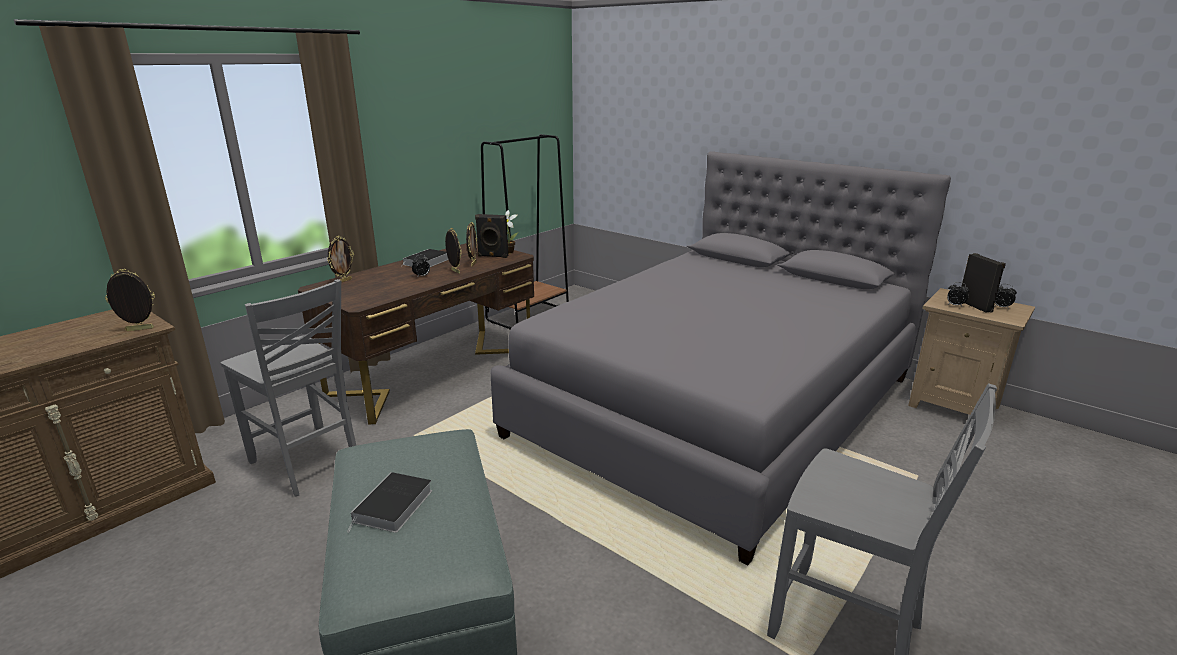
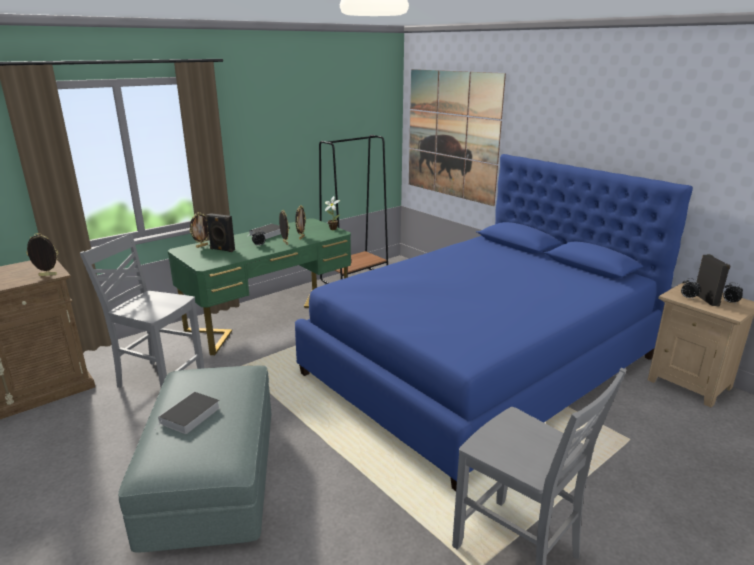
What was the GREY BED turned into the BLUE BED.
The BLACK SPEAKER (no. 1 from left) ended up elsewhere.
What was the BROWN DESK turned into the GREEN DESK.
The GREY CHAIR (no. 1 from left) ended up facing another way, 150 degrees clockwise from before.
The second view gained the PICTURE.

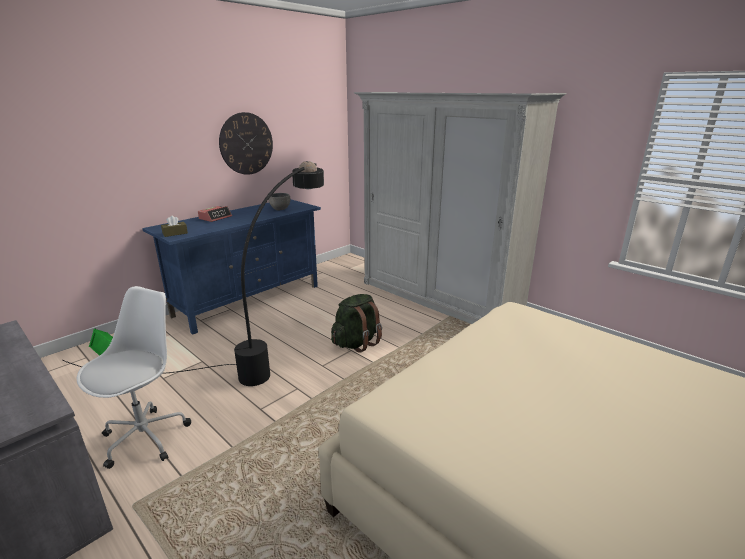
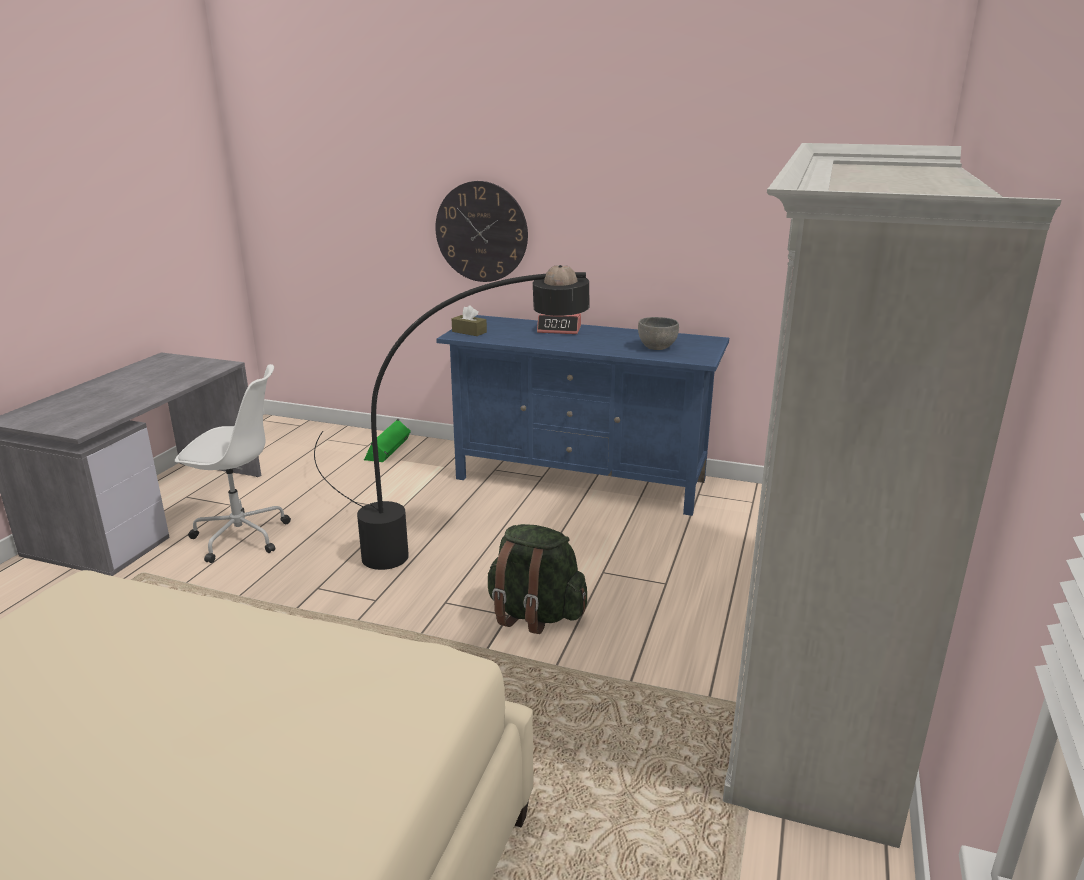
The WALL CLOCK ended up elsewhere.

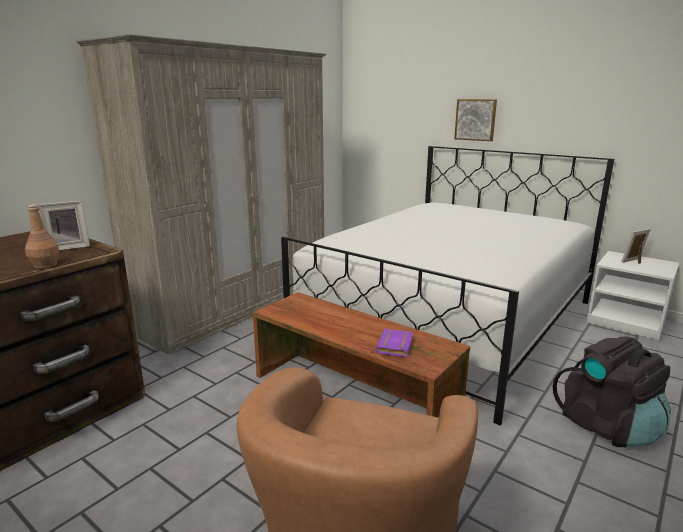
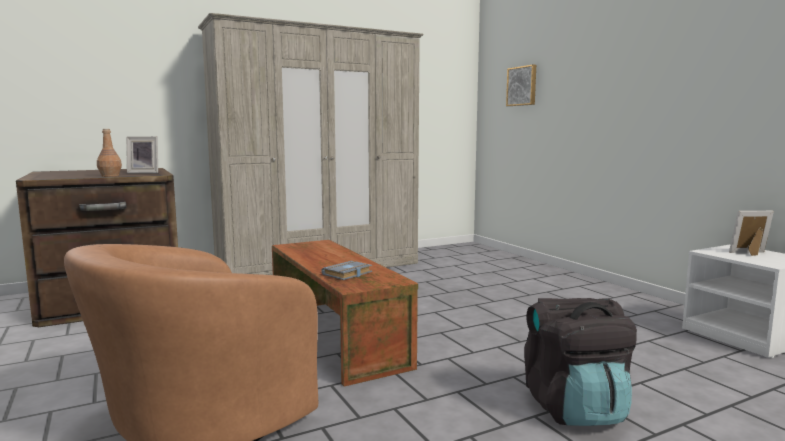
The PICTURE ended up elsewhere.
The second view lost the WHITE BED.
What was the PURPLE BOOK turned into the GREY BOOK.

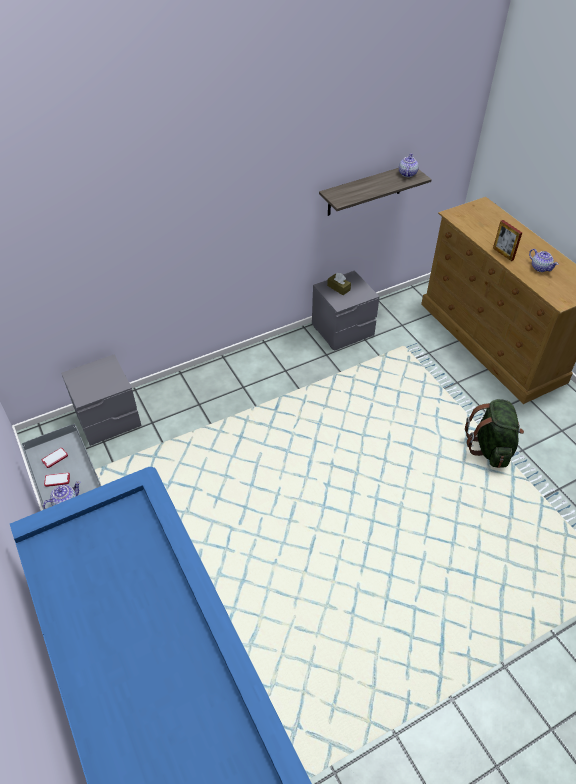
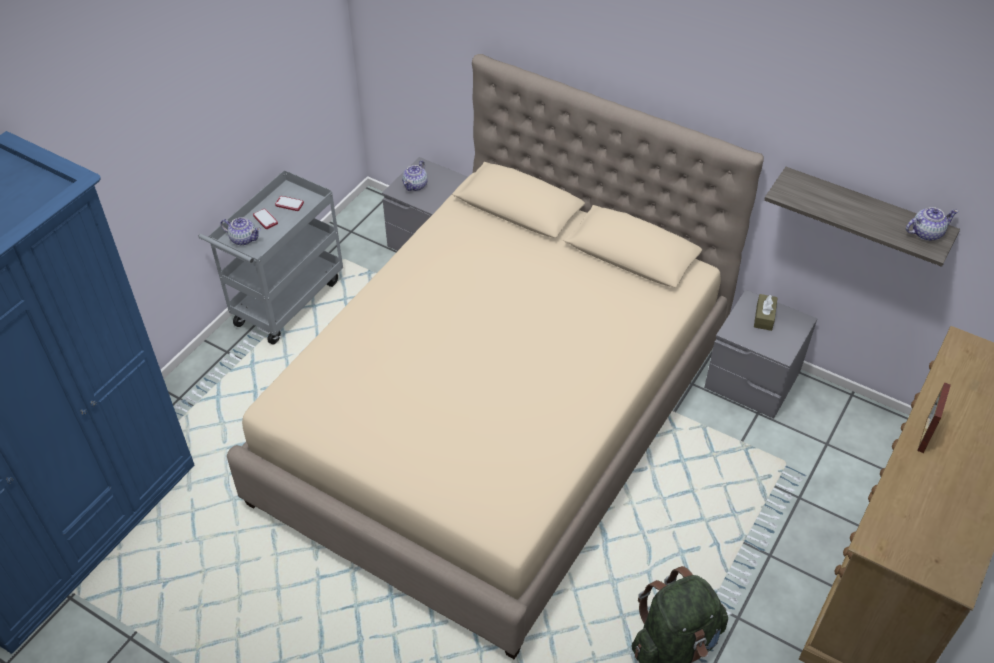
The TEAPOT (no. 3 from left in the first image) ended up elsewhere.
The second view gained the BEIGE BED.

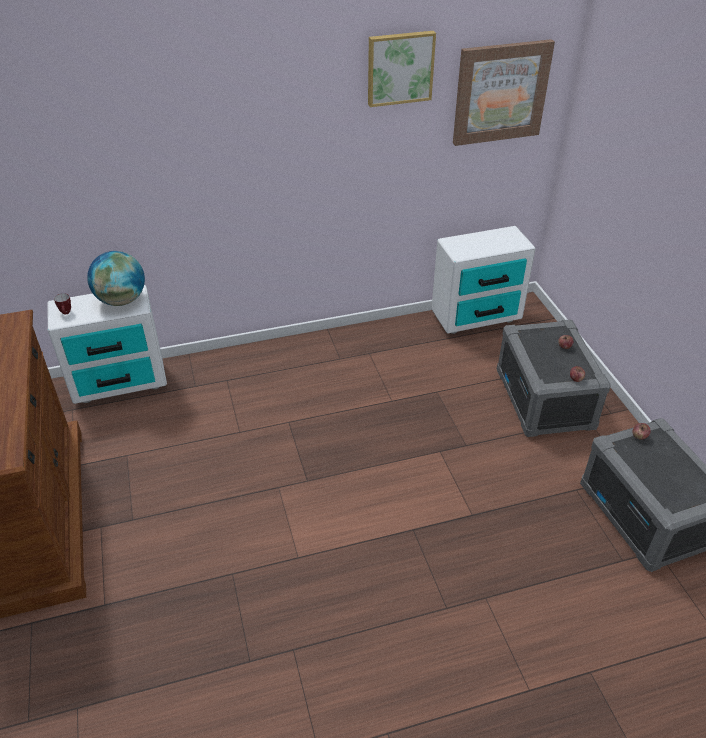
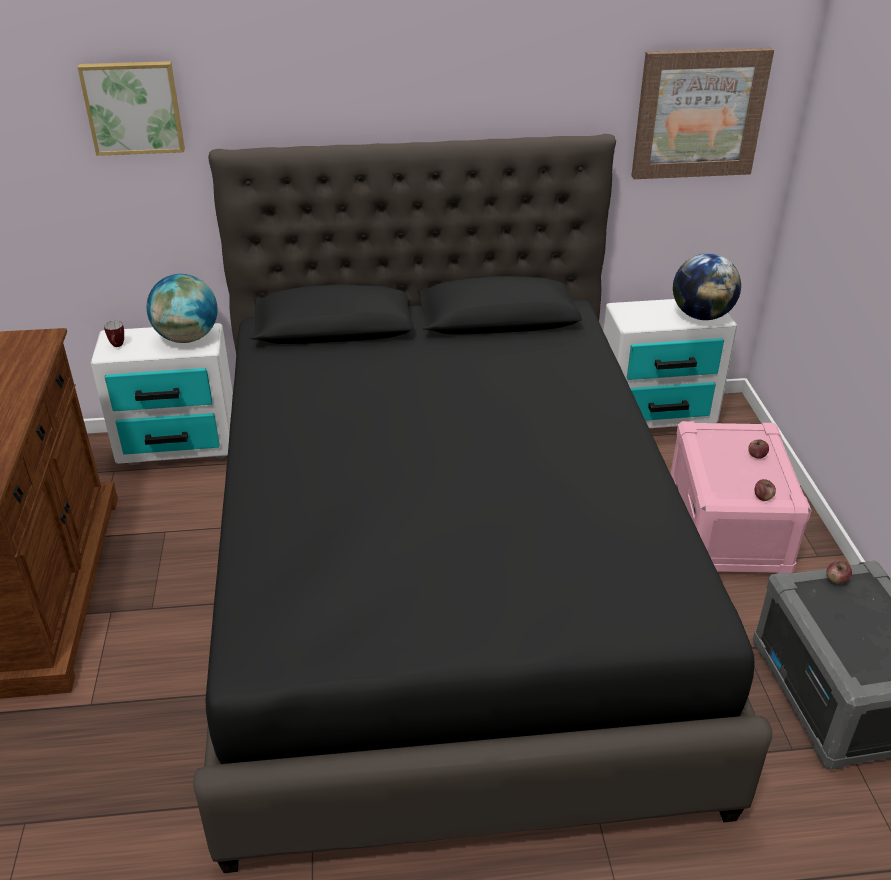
The PICTURE (no. 1 from left) ended up elsewhere.
What was the GREY STORAGE BOX (no. 1 from left) turned into the PINK STORAGE BOX.
The second view gained the BLACK BED.
The second view gained the GLOBE (no. 2 from left).

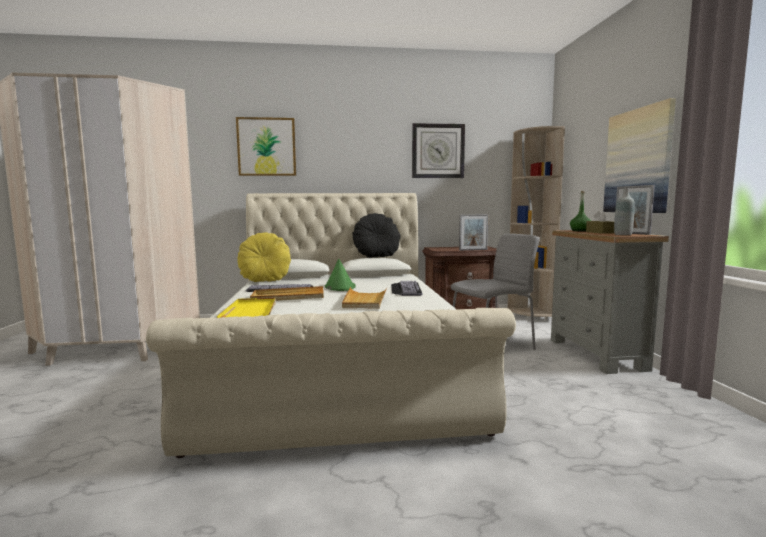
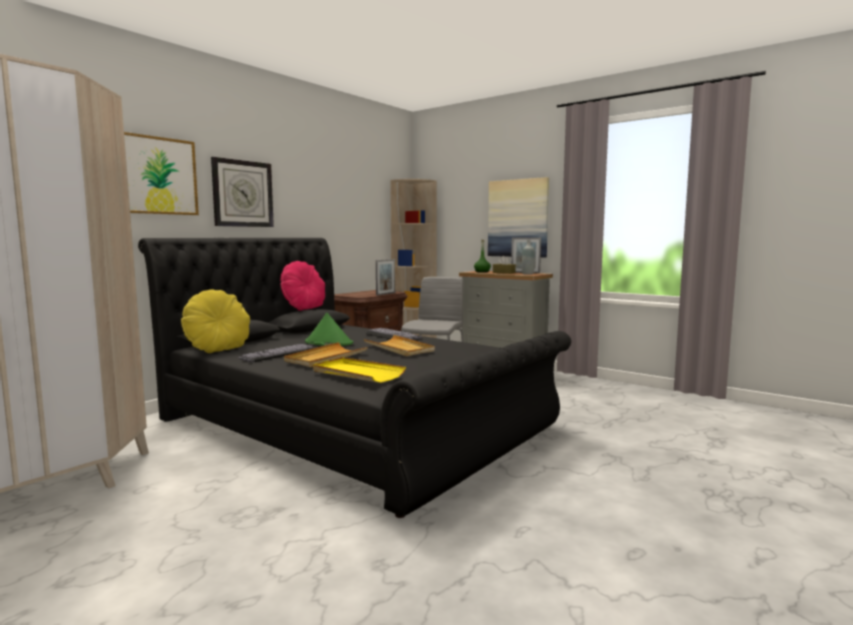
The WALL CLOCK ended up elsewhere.
What was the BEIGE BED turned into the BLACK BED.
What was the BLACK PILLOW turned into the PINK PILLOW.

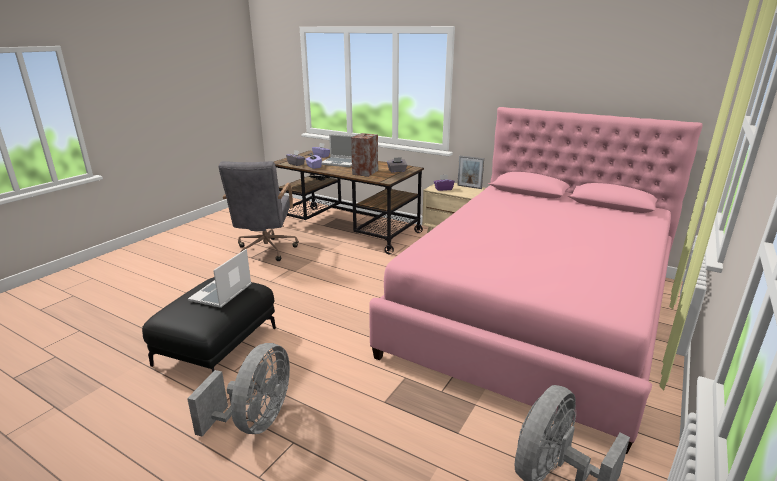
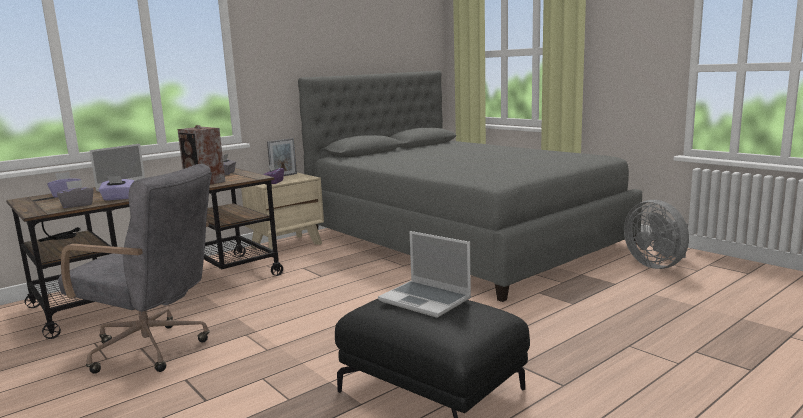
What was the PINK BED turned into the GREY BED.
The second view lost the GREY FAN (no. 1 from left).

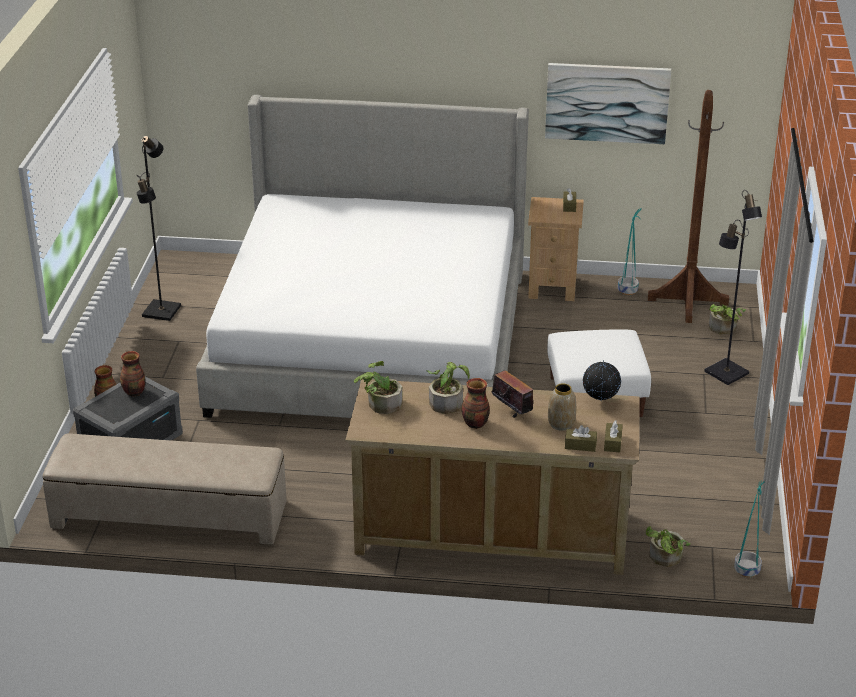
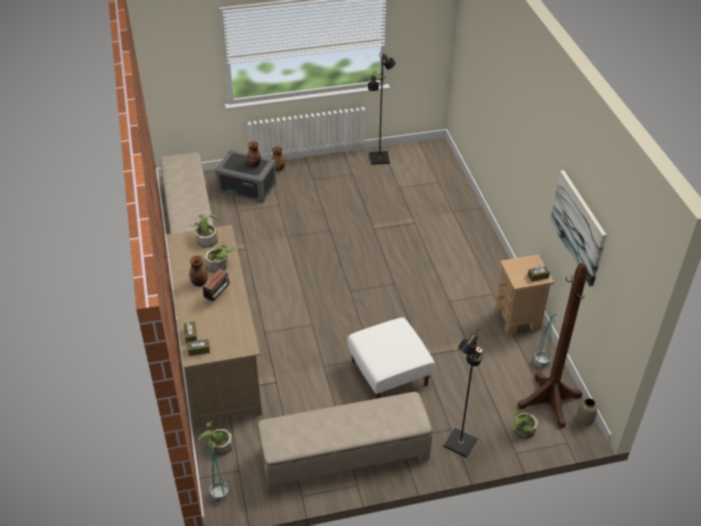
The second view lost the BED.
The second view lost the GLOBE.
The VASE (no. 4 from left) ended up elsewhere.
The second view gained the BEIGE BENCH (no. 2 from left).

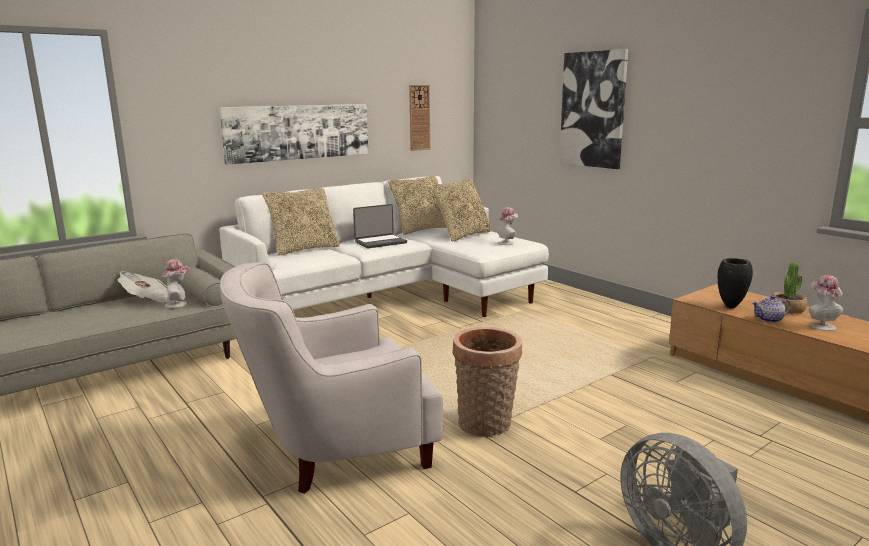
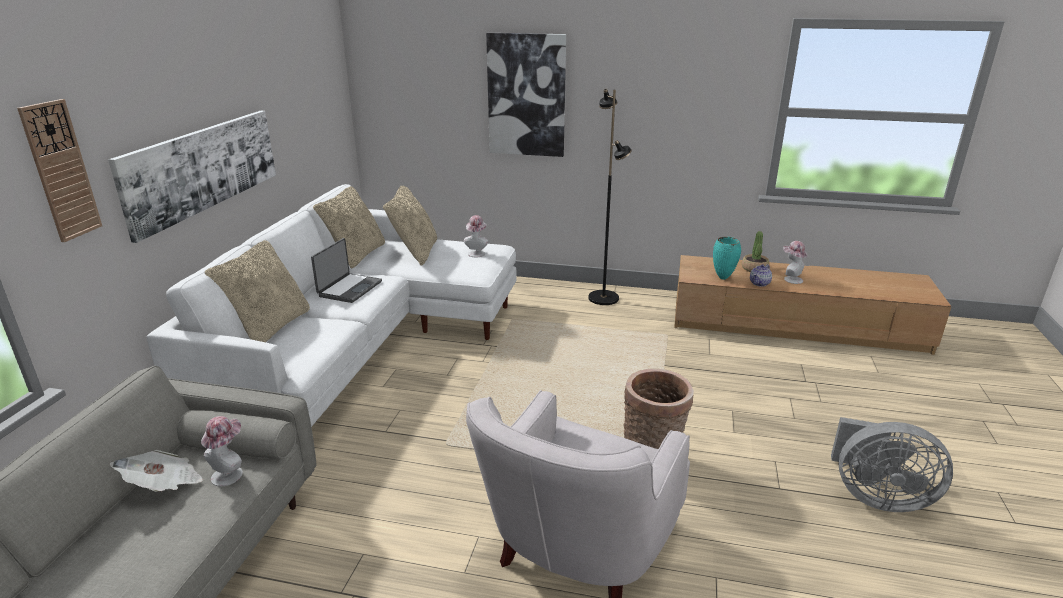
The WALL CLOCK ended up elsewhere.
What was the BLACK VASE turned into the TURQUOISE VASE.
The second view gained the BLACK FLOOR LAMP.

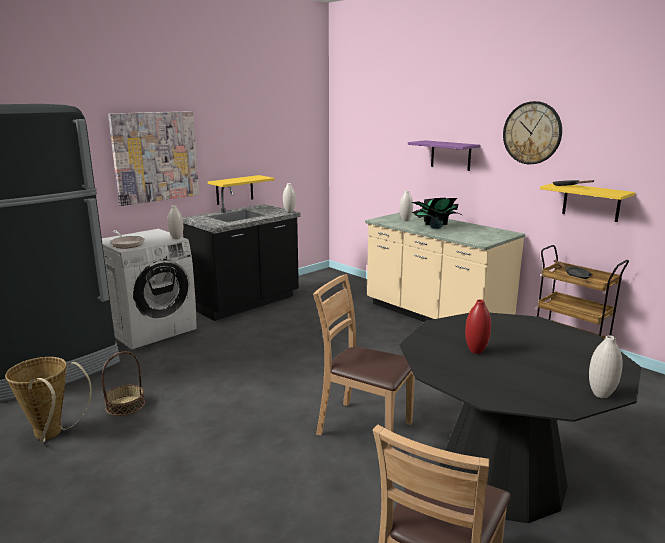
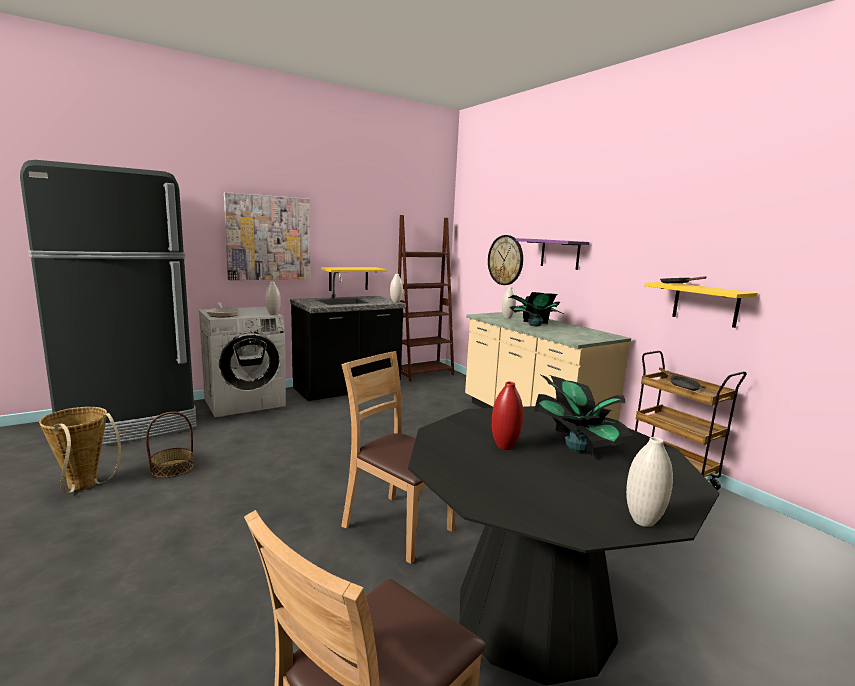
The WALL CLOCK ended up elsewhere.
The second view gained the BROWN BOOKCASE.
The second view gained the POTTED PLANT (no. 2 from left).

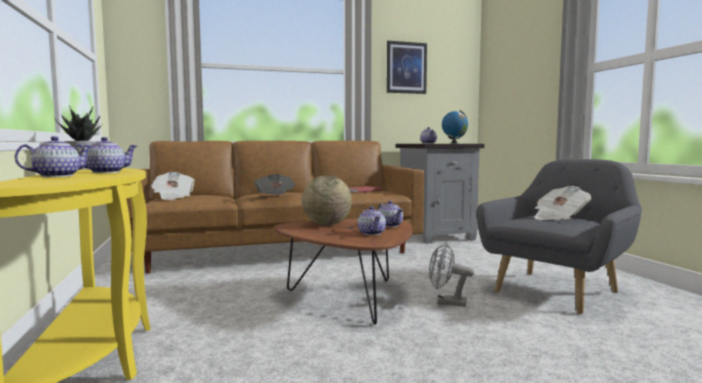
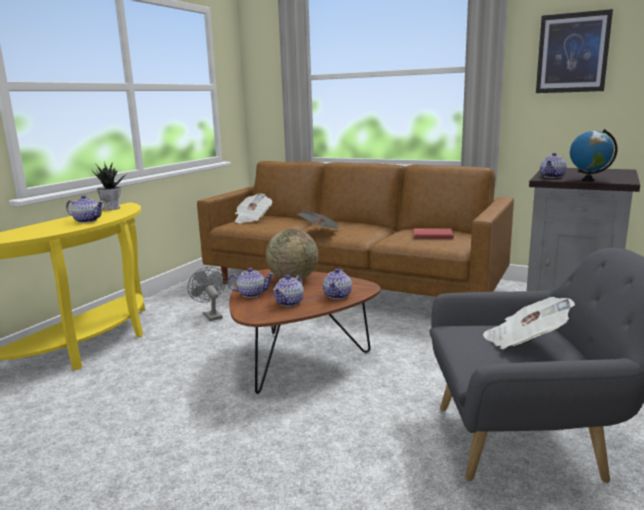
The TEAPOT (no. 1 from left in the first image) ended up elsewhere.
The GREY FAN ended up elsewhere.

